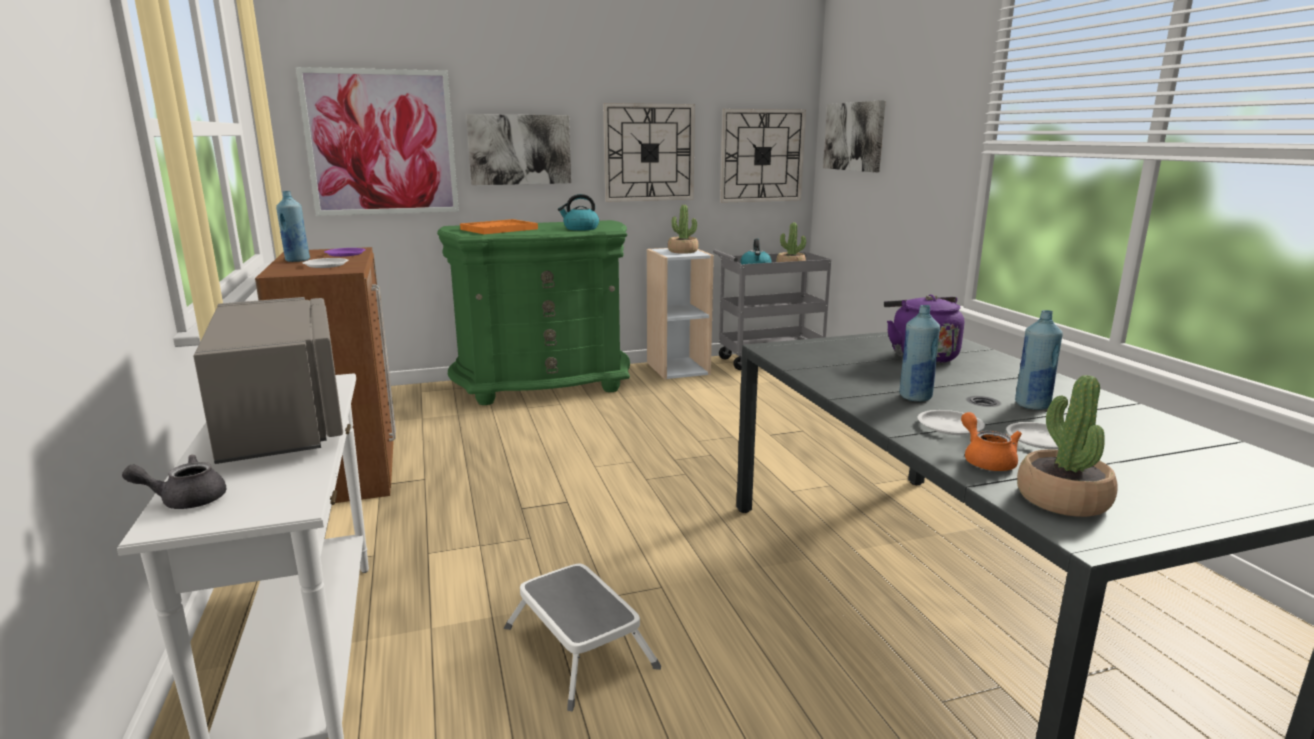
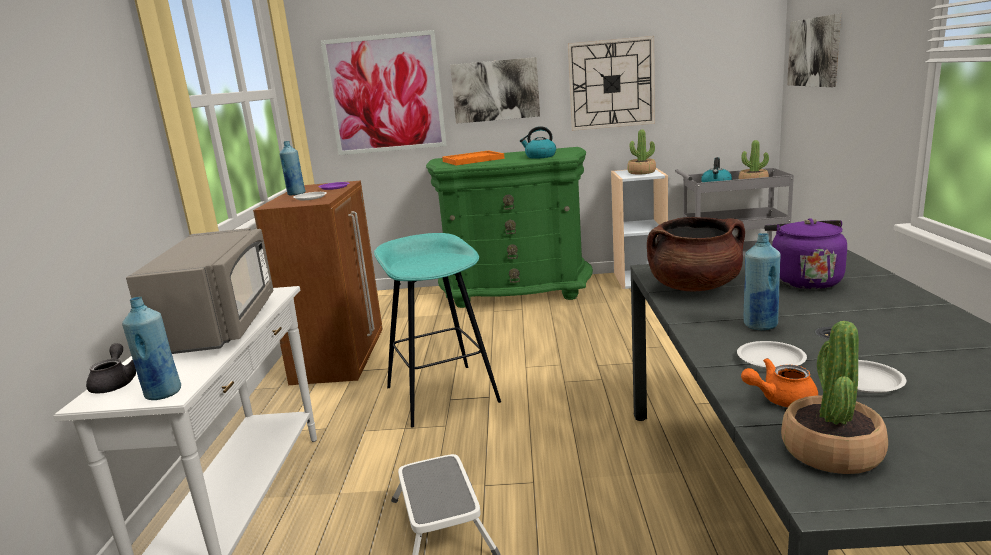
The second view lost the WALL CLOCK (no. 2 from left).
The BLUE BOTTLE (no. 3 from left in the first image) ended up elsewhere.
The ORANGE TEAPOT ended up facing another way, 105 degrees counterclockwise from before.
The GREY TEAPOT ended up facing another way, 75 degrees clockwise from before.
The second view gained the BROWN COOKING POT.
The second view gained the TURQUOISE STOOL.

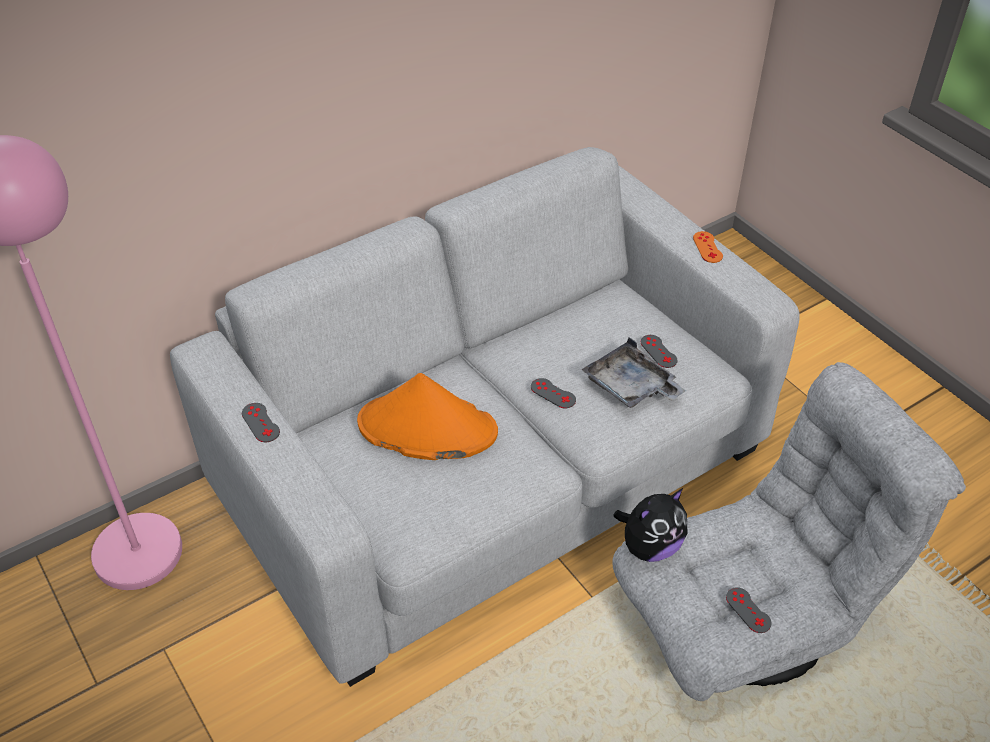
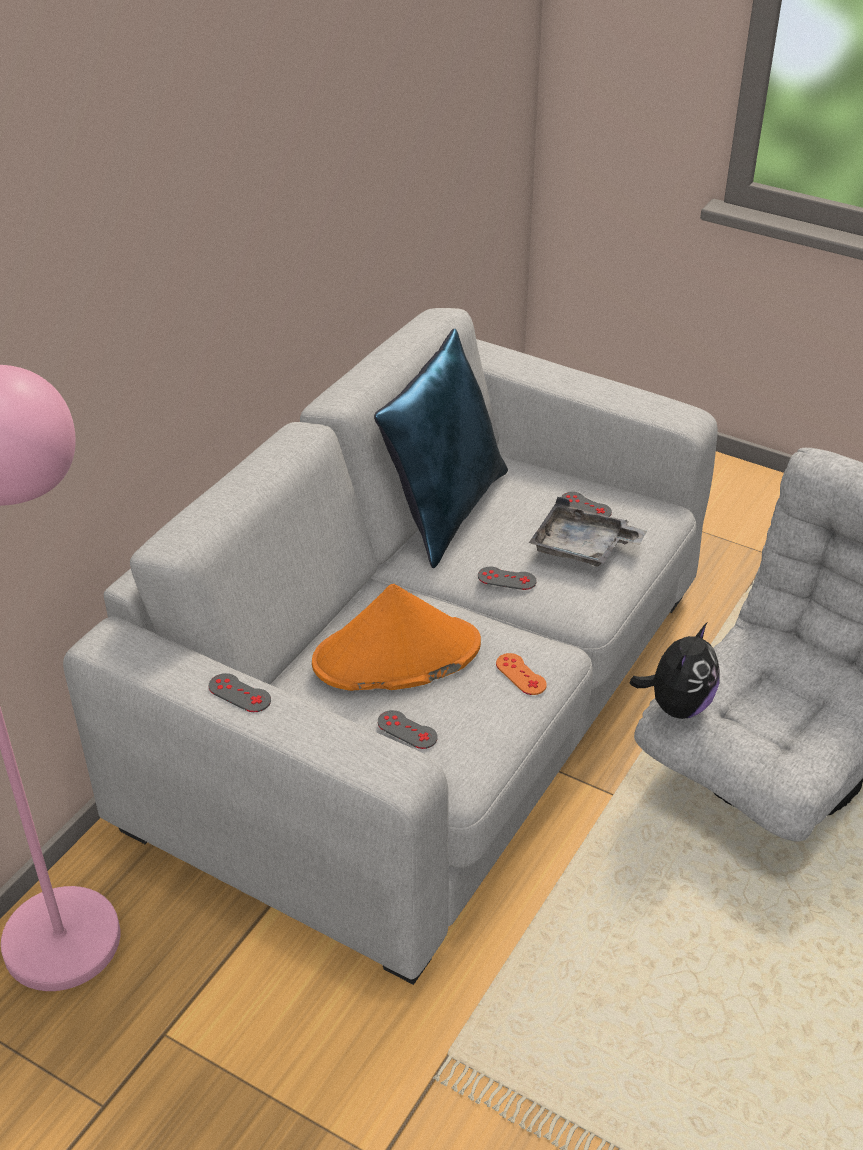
The ORANGE GAME CONTROLLER ended up elsewhere.
The GREY GAME CONTROLLER (no. 4 from left in the first image) ended up elsewhere.
The second view gained the BLUE PILLOW.

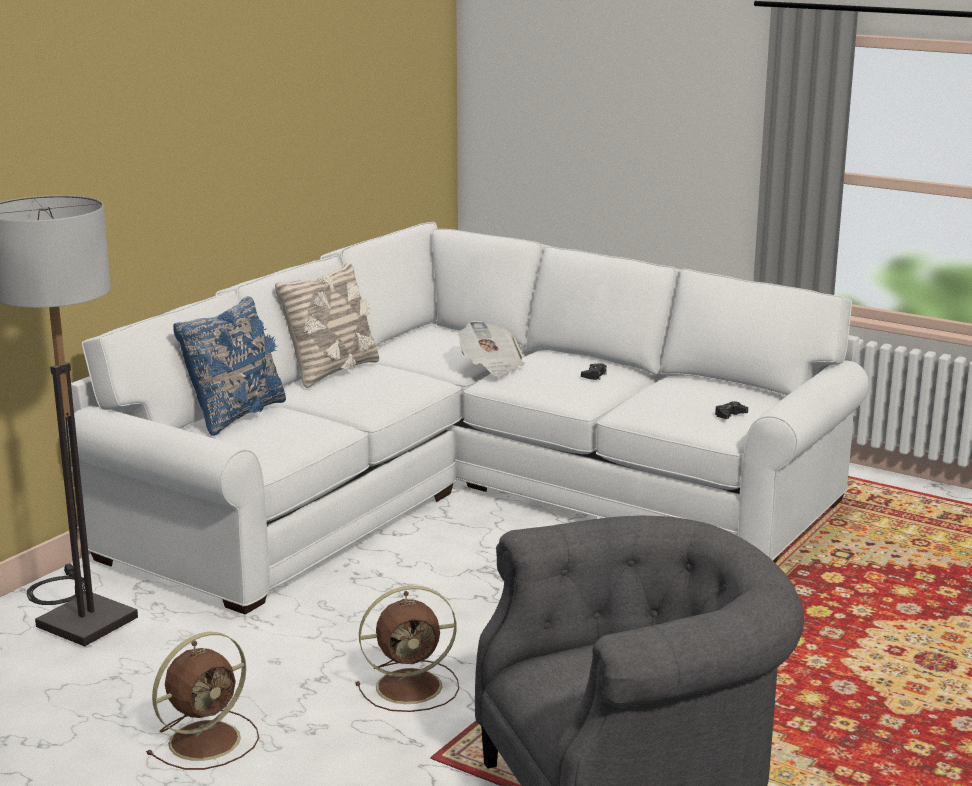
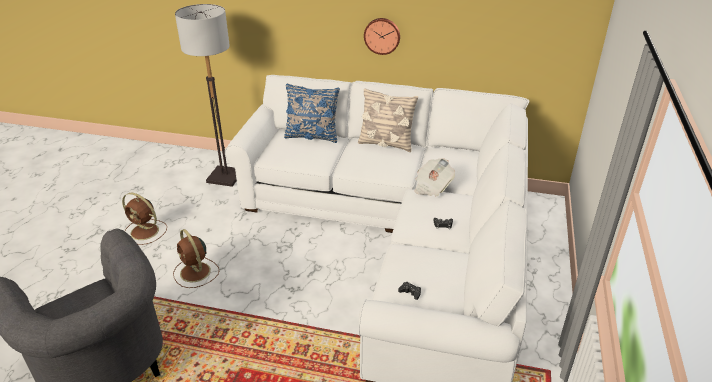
The second view gained the WALL CLOCK.

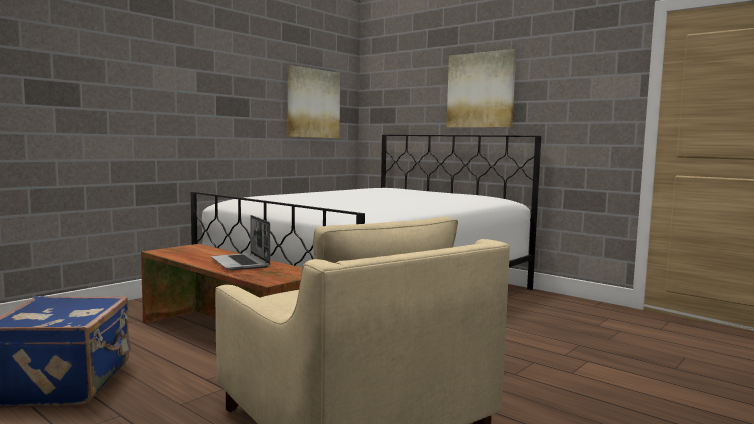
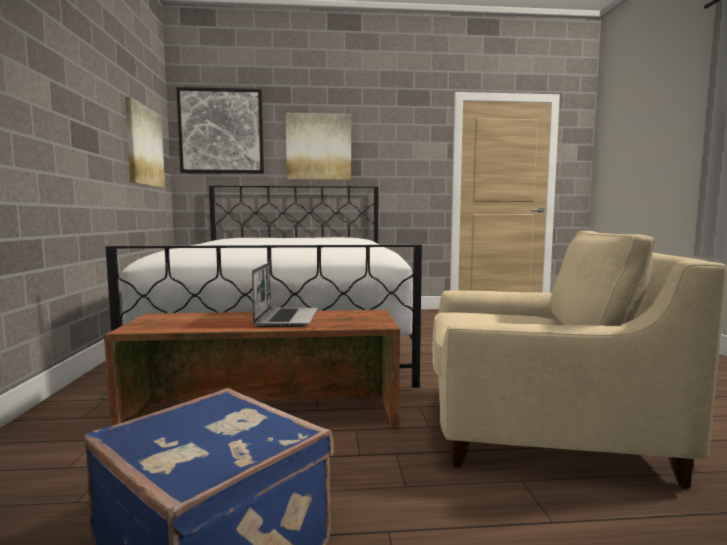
The LAPTOP ended up facing another way, 105 degrees counterclockwise from before.
The second view gained the PICTURE (no. 2 from left).

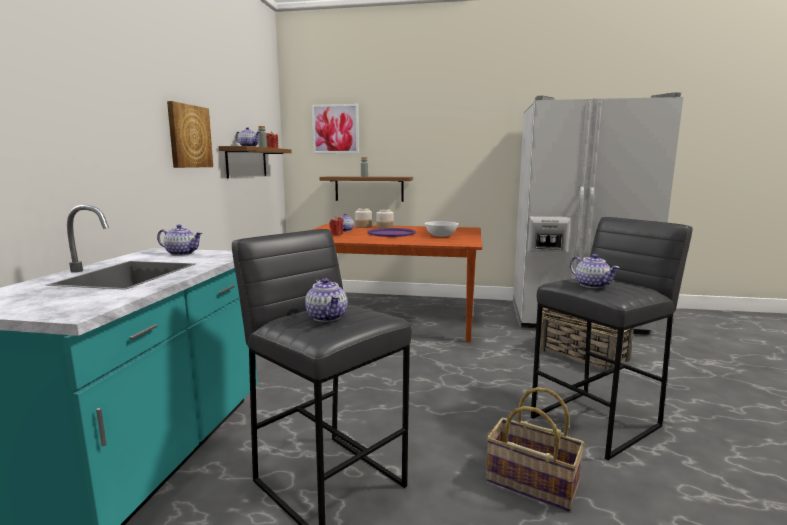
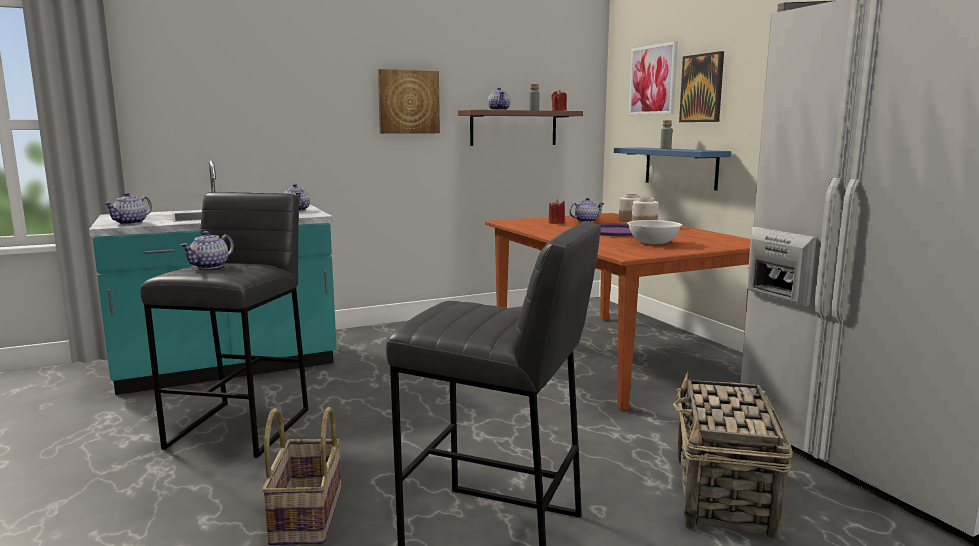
What was the BROWN SHELF (no. 2 from left) turned into the BLUE SHELF.
The TEAPOT (no. 5 from left in the first image) ended up elsewhere.
The second view gained the PICTURE (no. 3 from left).

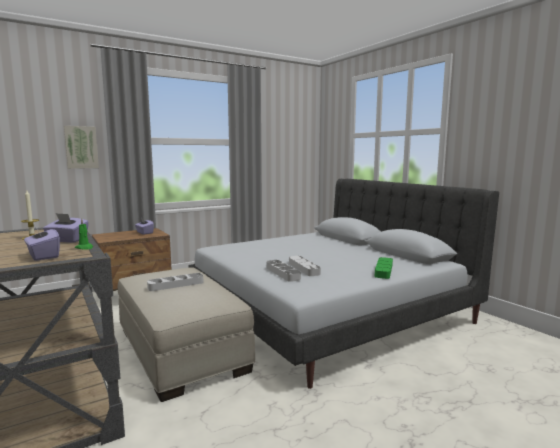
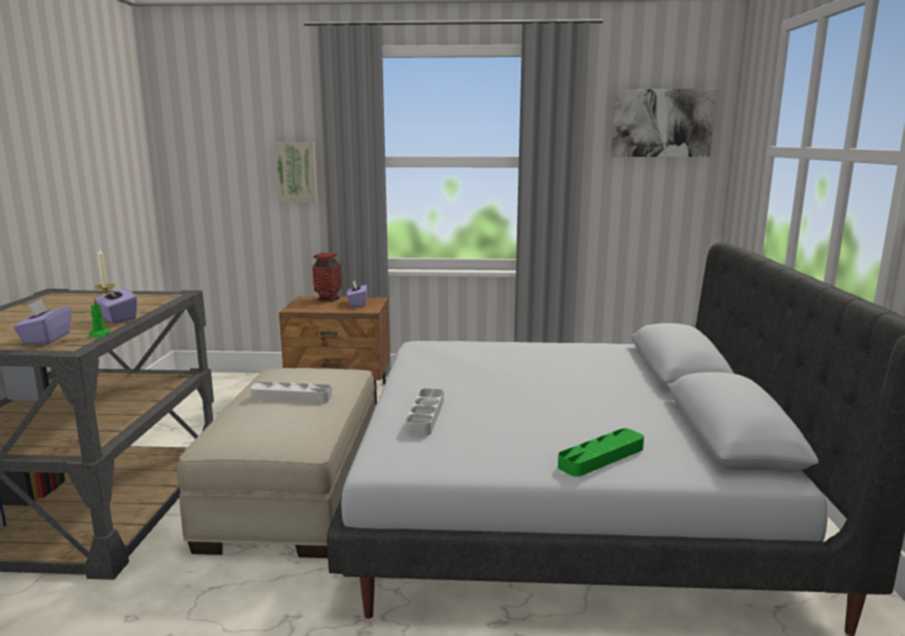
The second view lost the GREY TRAY (no. 3 from left).
The second view gained the PICTURE (no. 2 from left).
The second view gained the VASE.

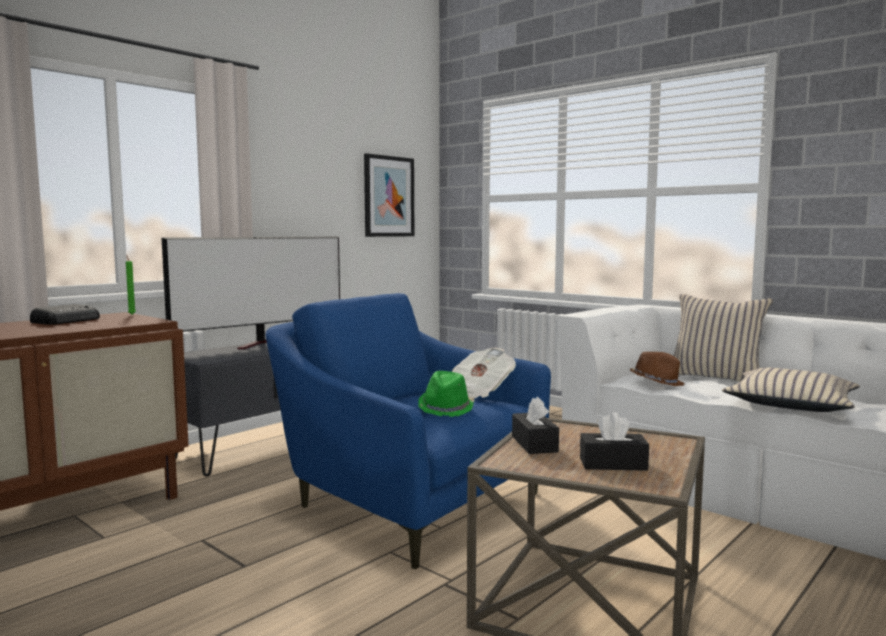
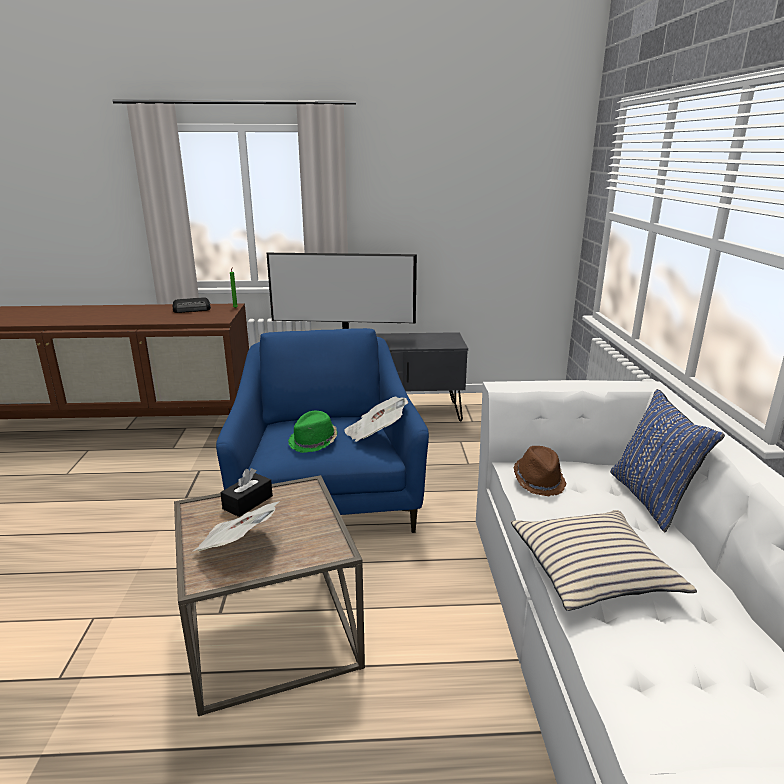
The second view lost the PICTURE.
What was the BEIGE PILLOW (no. 1 from left) turned into the BLUE PILLOW.
Where the BLACK TISSUE BOX (no. 2 from left) stood, the NEWSPAPER (no. 1 from left) came to stand.

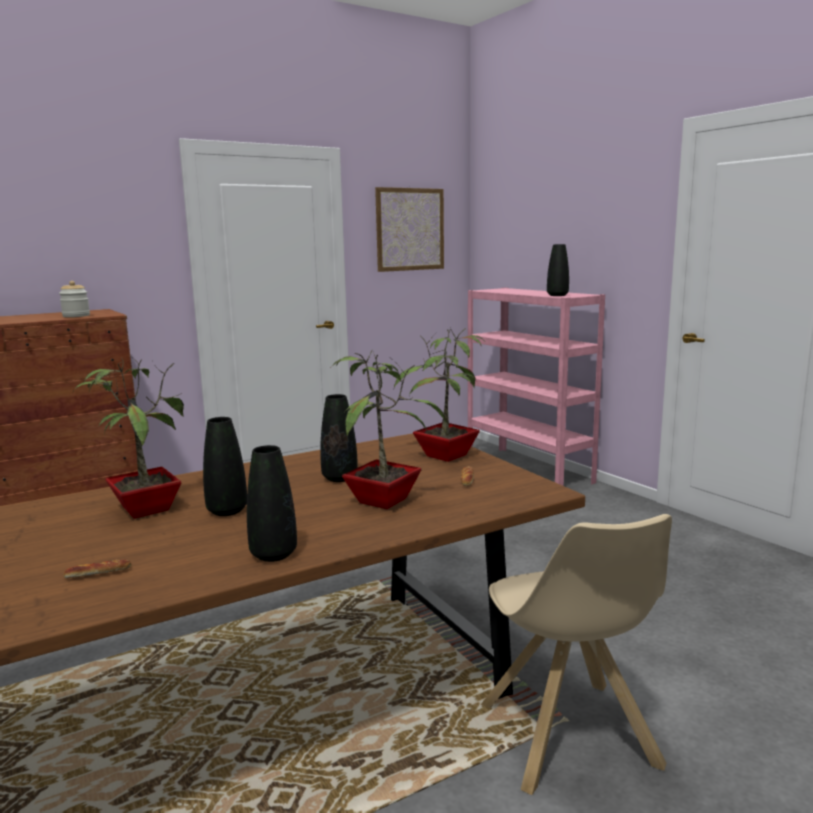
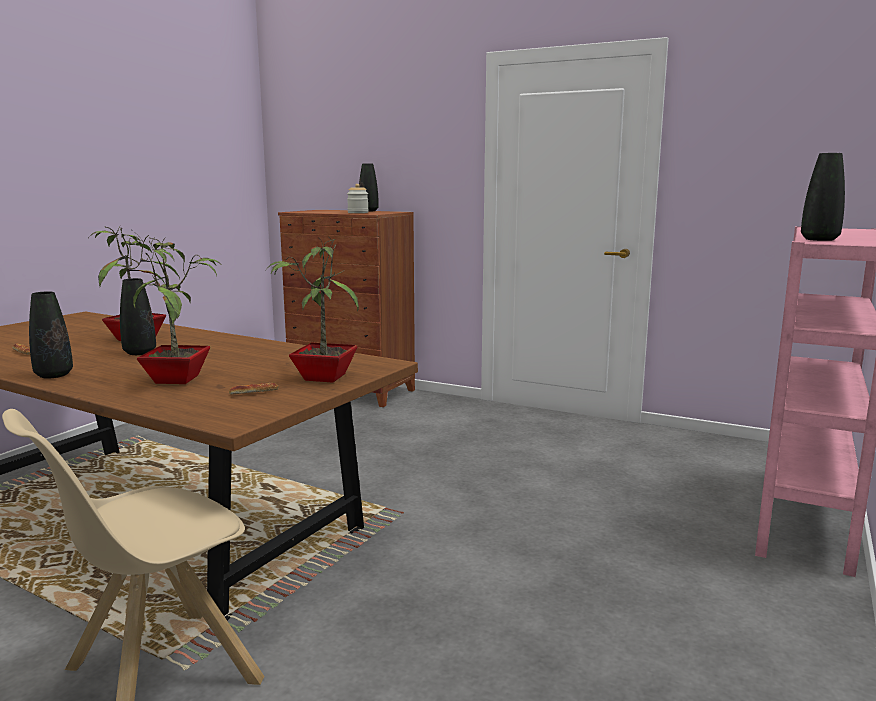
The second view lost the PICTURE.
The BLACK VASE (no. 3 from left) ended up elsewhere.

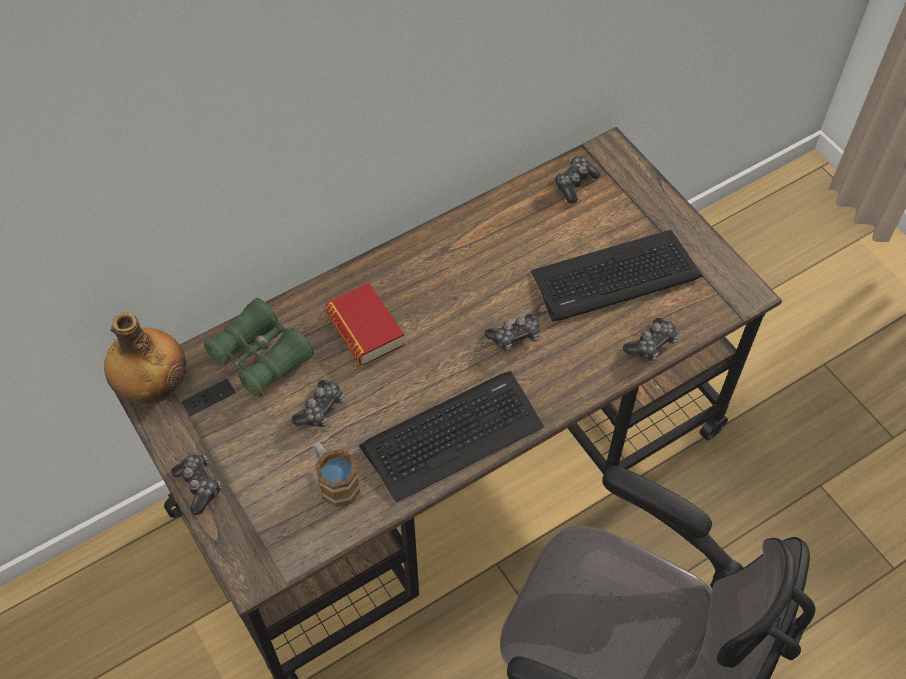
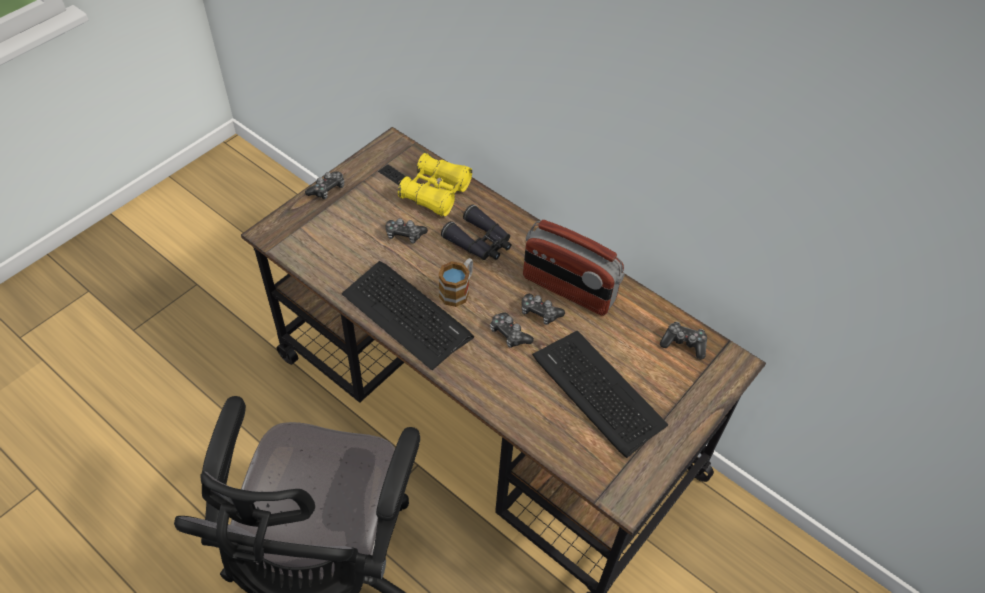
Where the BOOK stood, the BLACK BINOCULARS came to stand.
What was the GREEN BINOCULARS turned into the YELLOW BINOCULARS.
The second view lost the BOTTLE.
The GAME CONTROLLER (no. 5 from left in the first image) ended up elsewhere.
The MUG ended up elsewhere.
The second view gained the RADIO.

